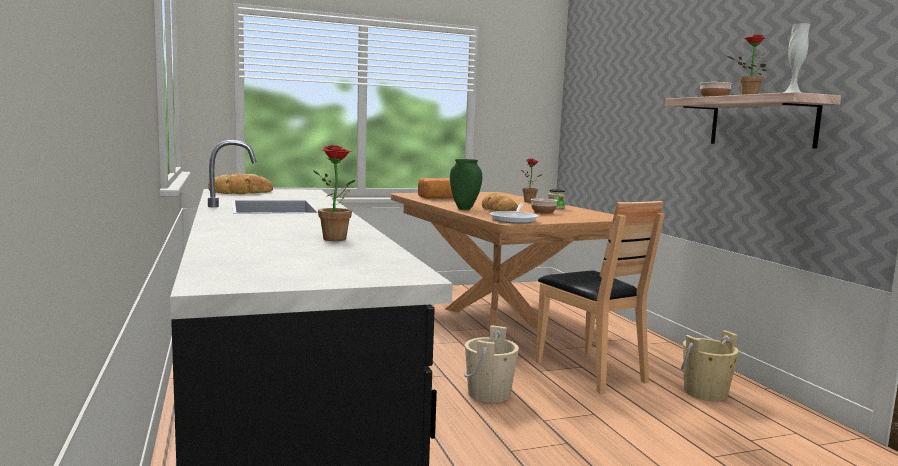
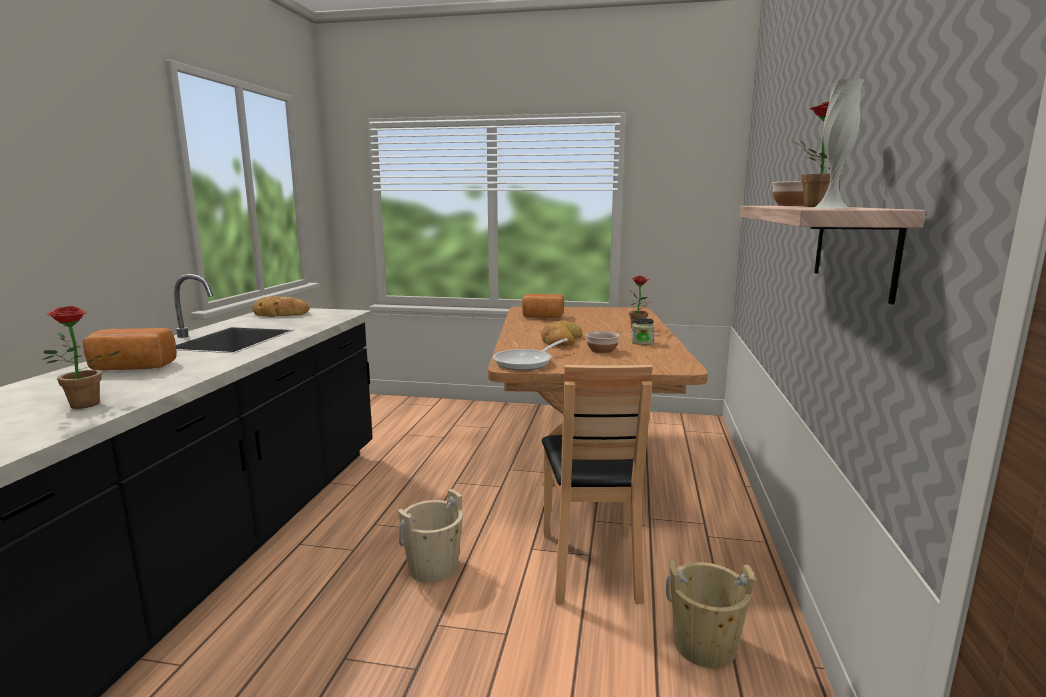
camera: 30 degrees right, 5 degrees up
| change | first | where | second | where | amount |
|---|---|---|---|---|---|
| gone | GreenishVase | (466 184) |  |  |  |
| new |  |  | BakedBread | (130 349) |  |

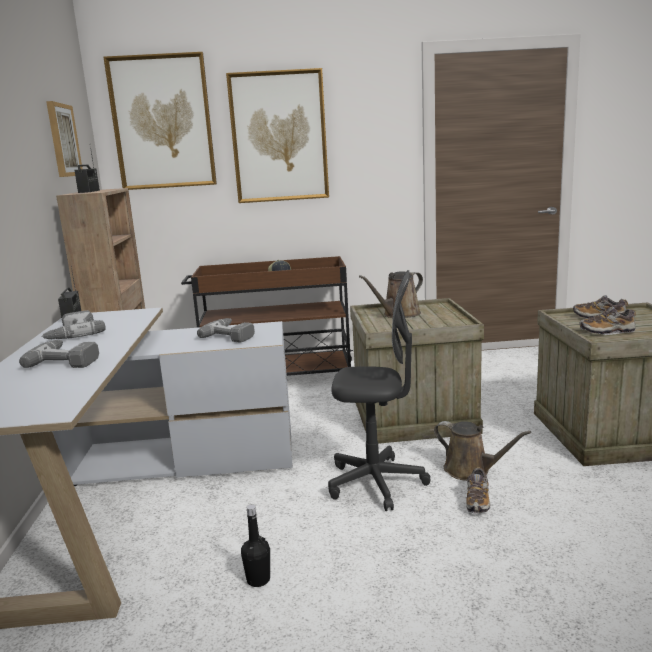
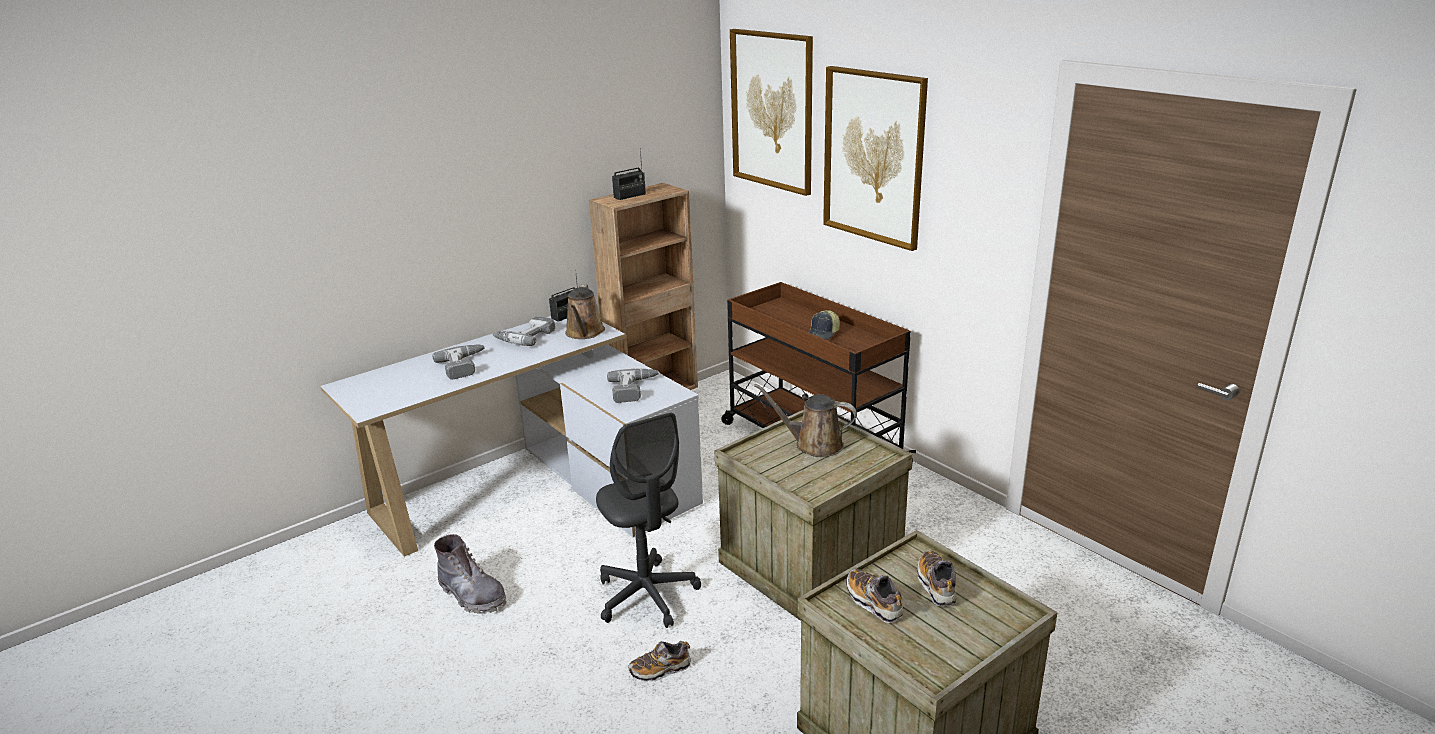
camera: 55 degrees right, 10 degrees up
| change | first | where | second | where | amount |
|---|---|---|---|---|---|
| gone | Picture | (64 139) |  |  |  |
| shifted | BrownColouredSprinklingCan | (482 451) |  | (585 311) |  |
| swapped | BlackColouredBottle | (255 545) | GreyishTallBoot | (470 574) |  |

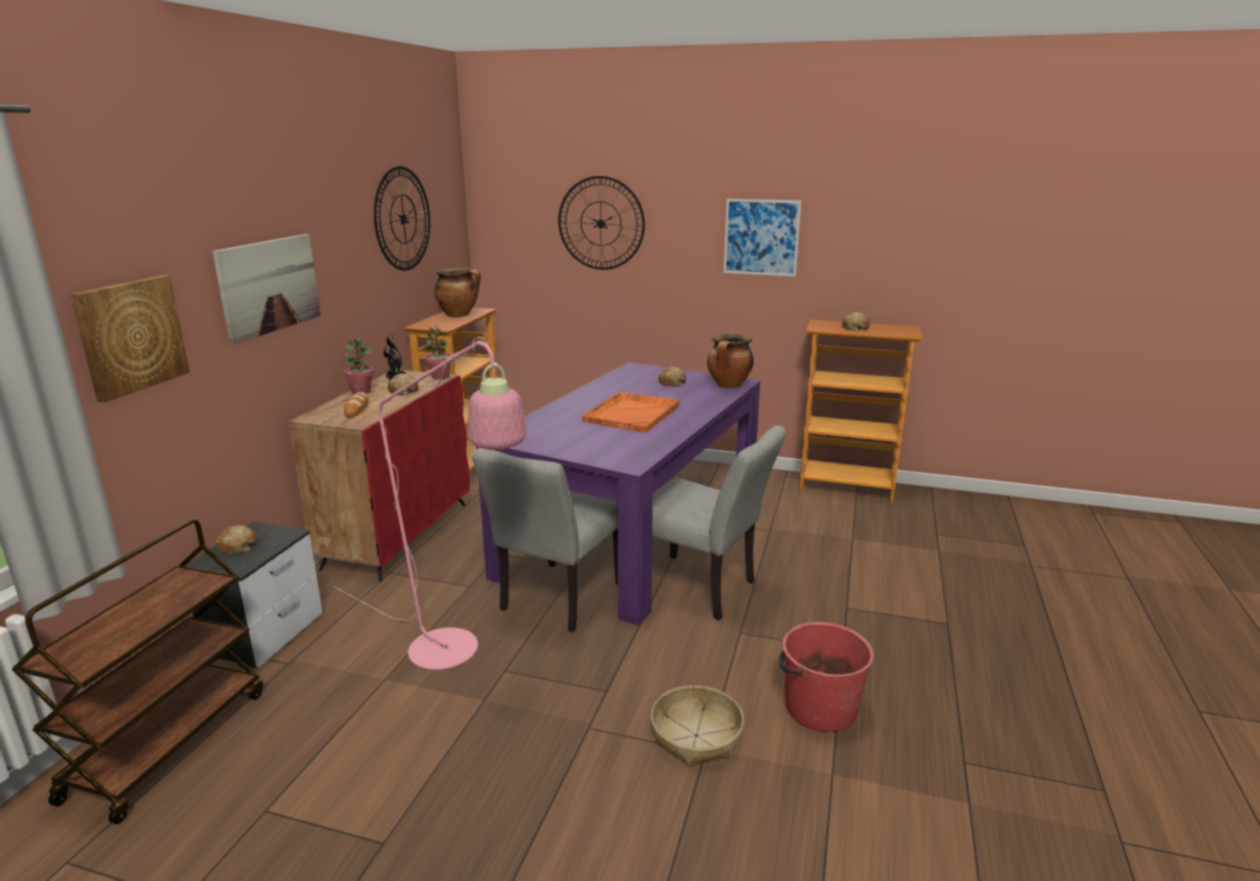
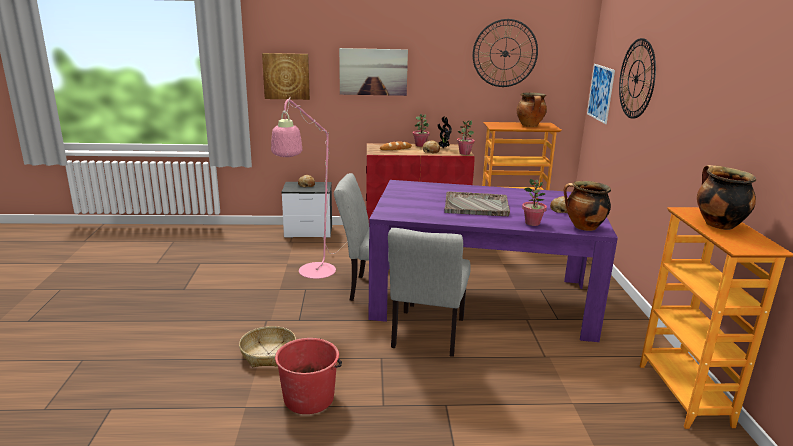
camera: 70 degrees right, 0 degrees up
| change | first | where | second | where | amount |
|---|---|---|---|---|---|
| gone | BrownColouredCart | (137 671) |  |  |  |
| new |  |  | PlantInAPot | (534 202) |  |
| shifted | Picture | (762 237) |  | (601 94) |  |
| swapped | BakedBread | (856 321) | Stockpot | (726 197) |  |
| repainted | OrangeColouredServingTray | (630 412) | GreyishServingTray | (477 204) |  |

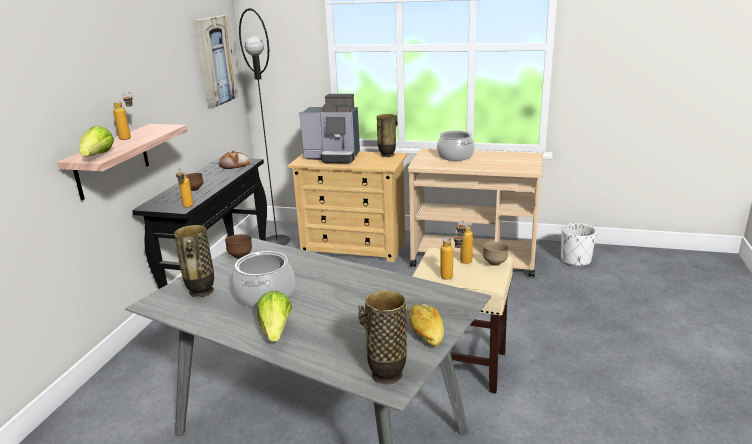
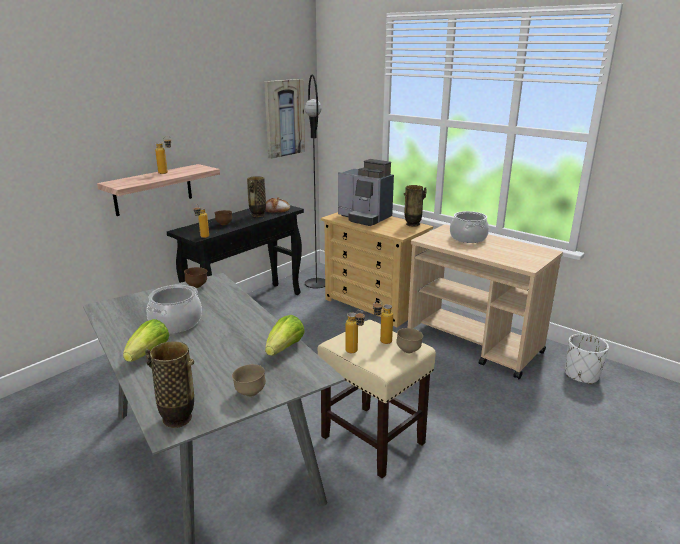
camera: 25 degrees right, 0 degrees up
| change | first | where | second | where | amount |
|---|---|---|---|---|---|
| shifted | HeadOfLettuce | (97 141) |  | (285 335) |  |
| shifted | Vase | (194 261) |  | (256 196) |  |
| swapped | BakedBread | (426 325) | BrownColouredBowl | (249 380) |  |

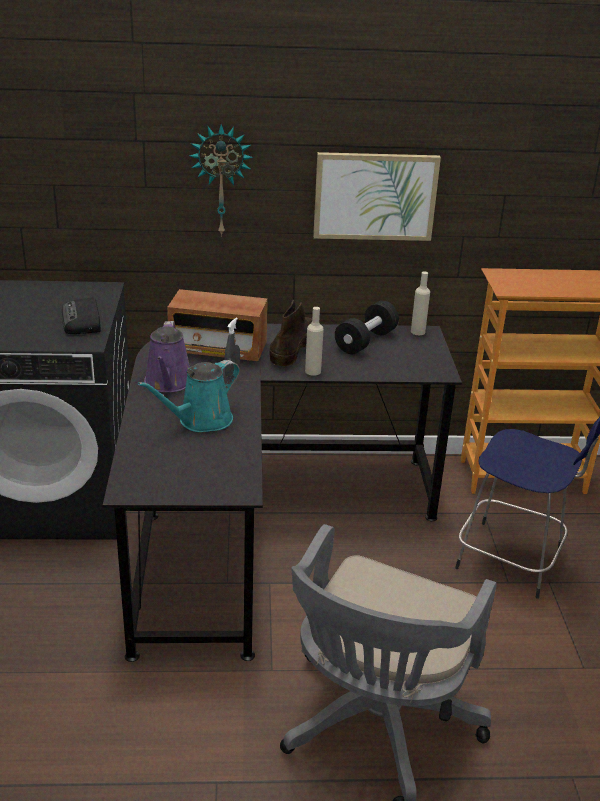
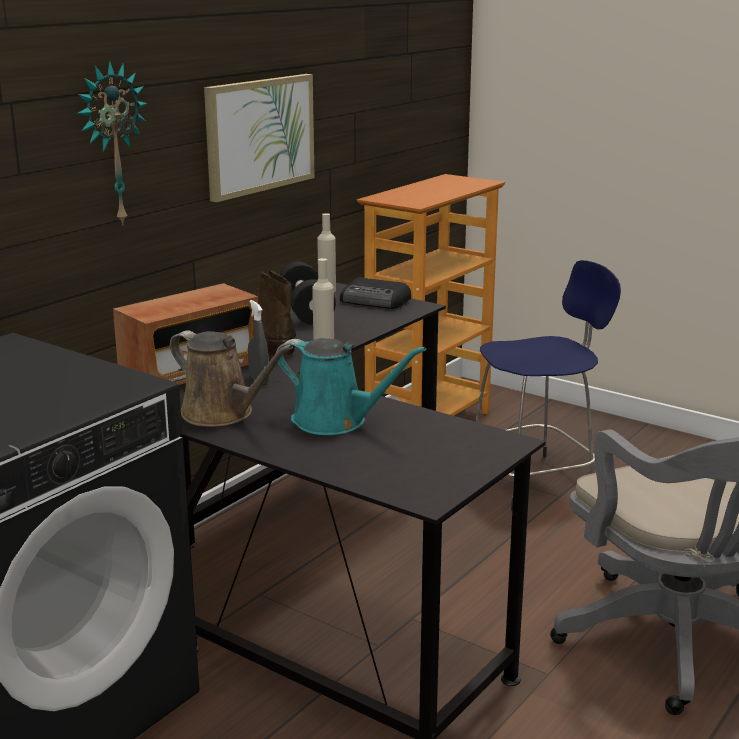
camera: 50 degrees left, 10 degrees down
| change | first | where | second | where | amount |
|---|---|---|---|---|---|
| shifted | RadioReceiver | (81 315) |  | (375 293) |  |
| repainted | PurplishSprinklingCan | (167 357) | BrownColouredSprinklingCan | (231 378) |  |
| rotated | TurquoiseColouredSprinklingCan | (189 396) |  | (351 386) | 60 degrees counterclockwise |

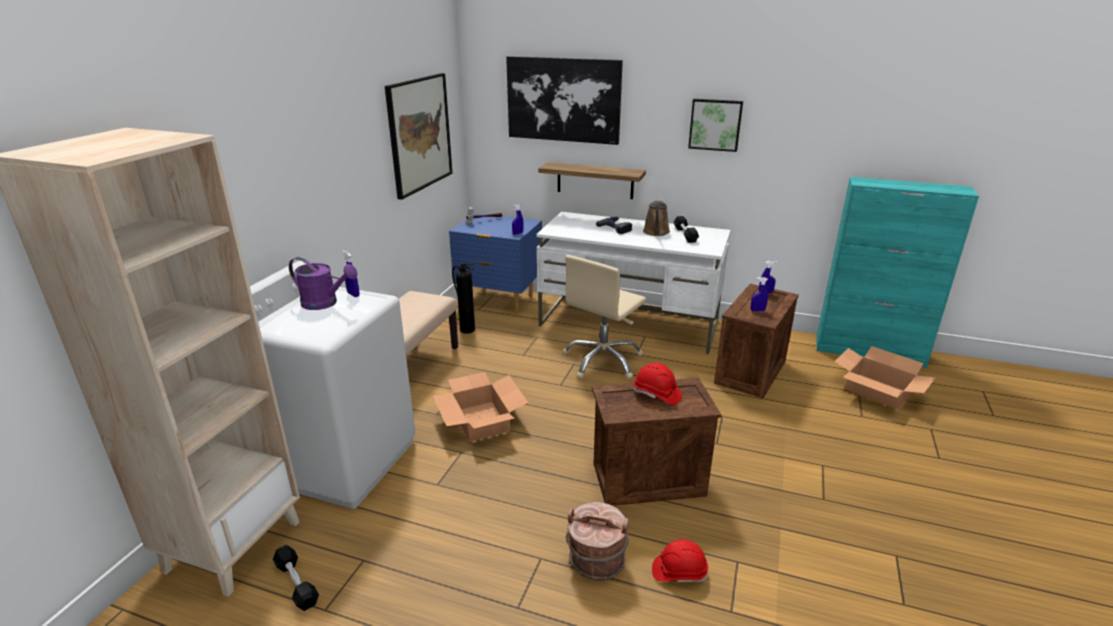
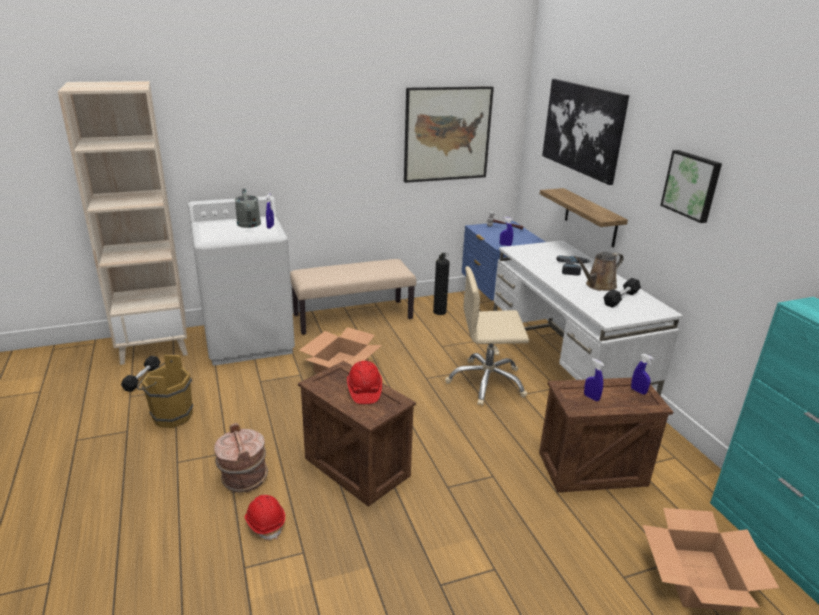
camera: 50 degrees right, 0 degrees up
| change | first | where | second | where | amount |
|---|---|---|---|---|---|
| new |  |  | BrownColouredBucket | (165 391) |  |
| repainted | PurplishSprinklingCan | (323 283) | GreyishSprinklingCan | (247 208) |  |

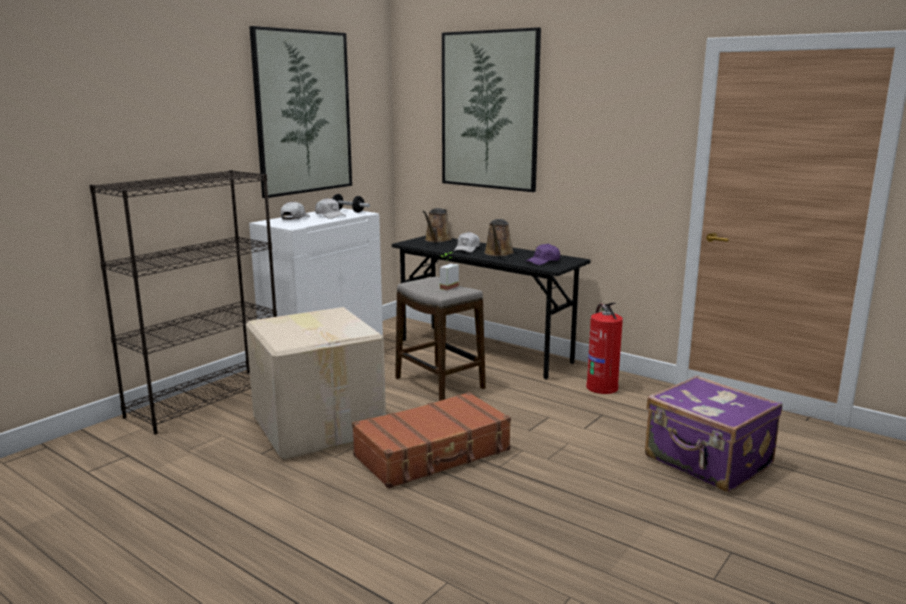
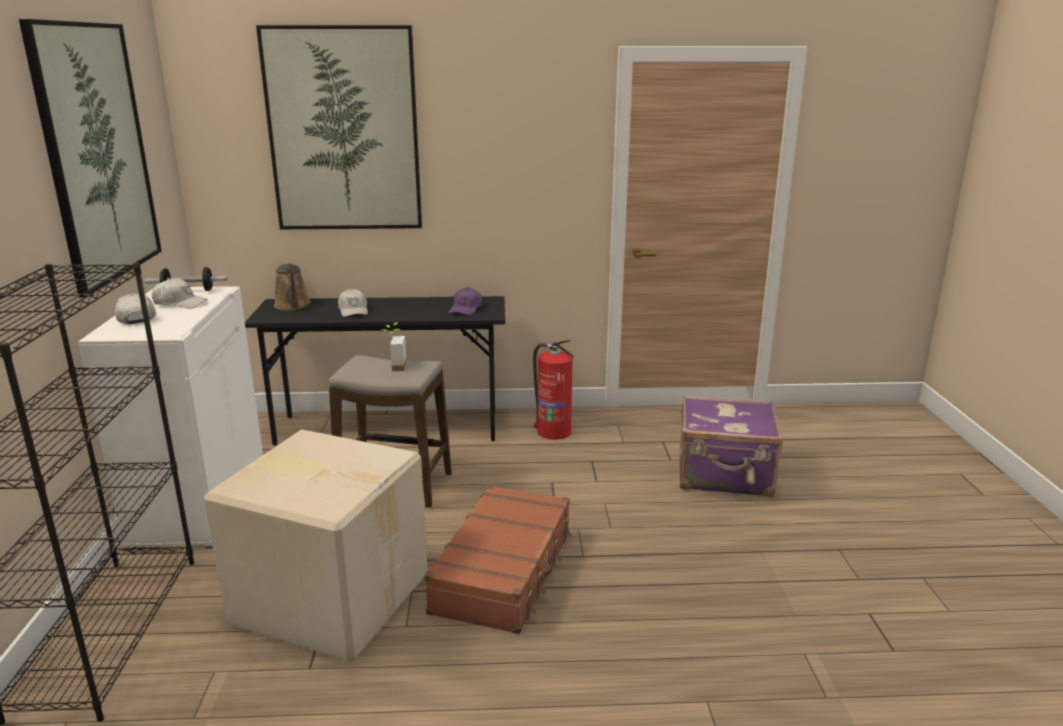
camera: 40 degrees left, 5 degrees up
| change | first | where | second | where | amount |
|---|---|---|---|---|---|
| gone | BrownColouredSprinklingCan | (499 237) |  |  |  |

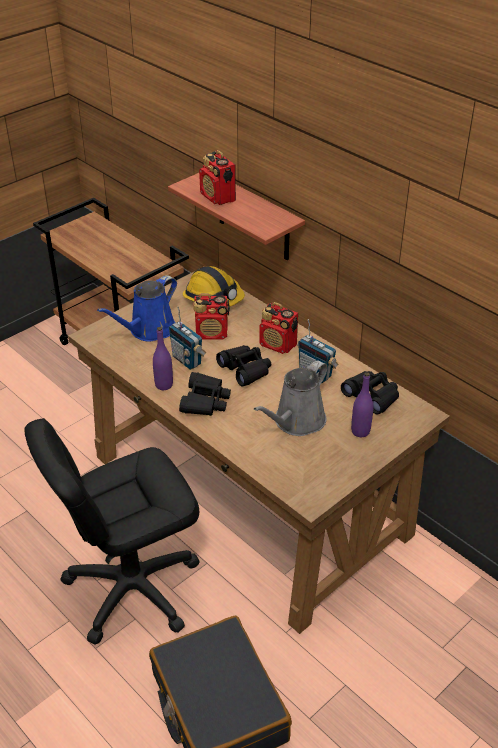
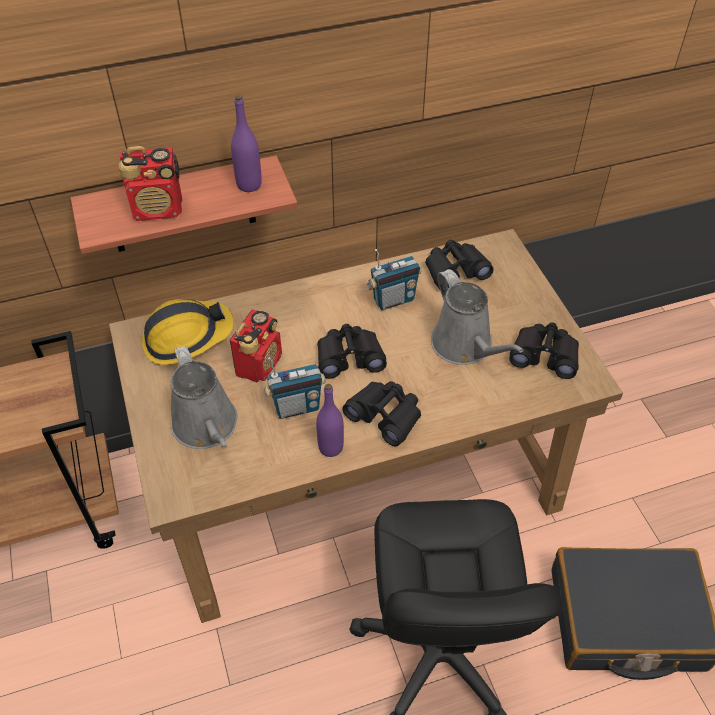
camera: 65 degrees left, 10 degrees up
| change | first | where | second | where | amount |
|---|---|---|---|---|---|
| gone | RadioReceiver | (278 328) |  |  |  |
| new |  |  | BlackColouredBinoculars | (544 351) |  |
| shifted | PurplishBottle | (362 404) |  | (246 143) |  |
| repainted | BlueColouredSprinklingCan | (137 308) | GreyishSprinklingCan | (204 397) |  |

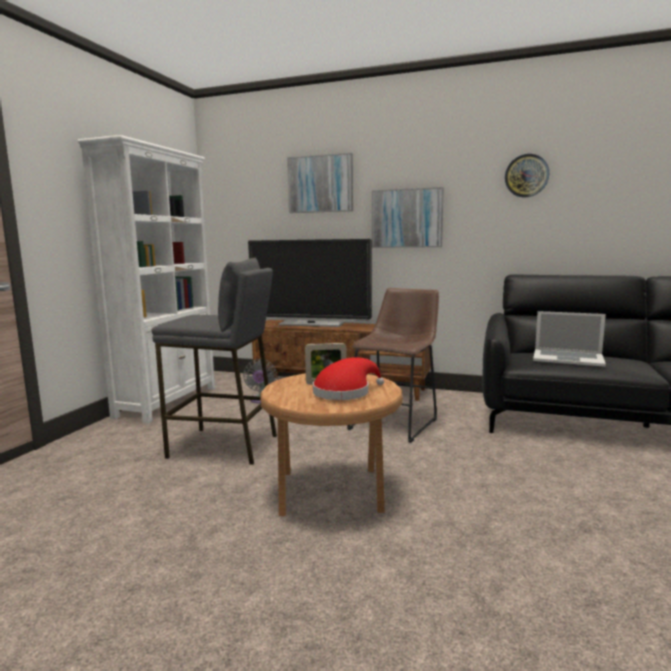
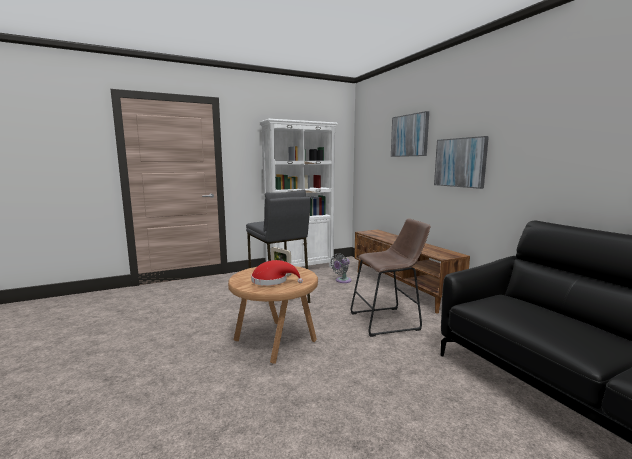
camera: 45 degrees right, 0 degrees up
| change | first | where | second | where | amount |
|---|---|---|---|---|---|
| gone | Television | (310 283) |  |  |  |
| gone | HangingClock | (527 175) |  |  |  |
| gone | PortableComputer | (569 339) |  |  |  |

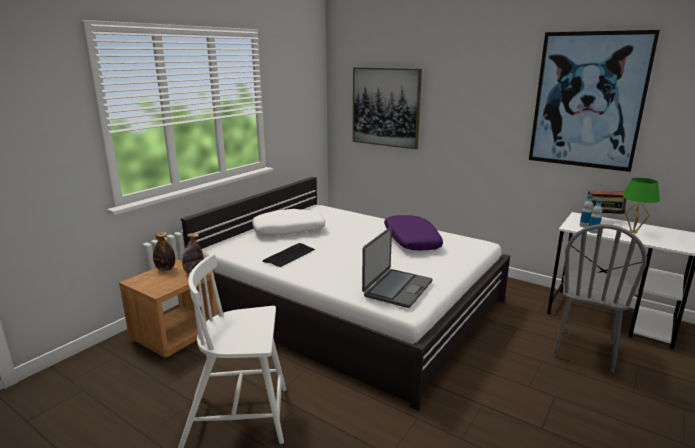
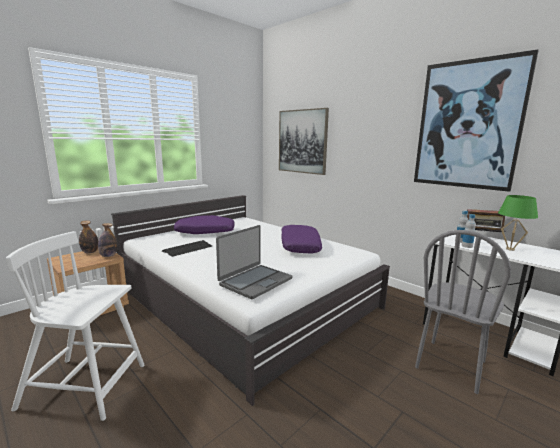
camera: 10 degrees right, 5 degrees down
| change | first | where | second | where | amount |
|---|---|---|---|---|---|
| repainted | WhitishPillow | (288 222) | PurplishPillow | (204 224) |  |

